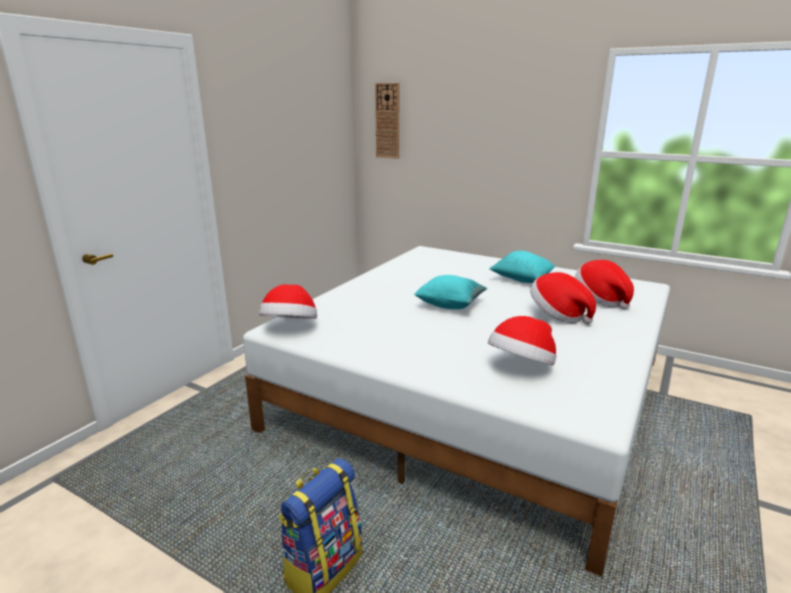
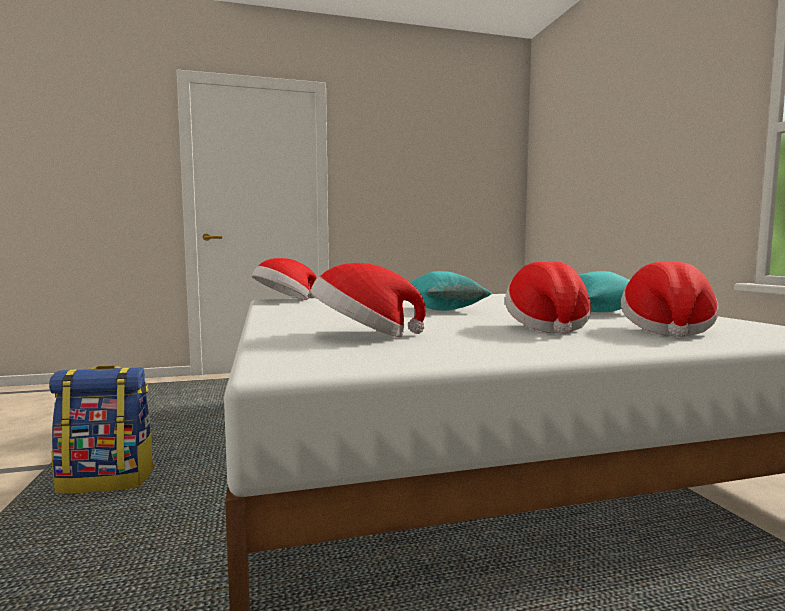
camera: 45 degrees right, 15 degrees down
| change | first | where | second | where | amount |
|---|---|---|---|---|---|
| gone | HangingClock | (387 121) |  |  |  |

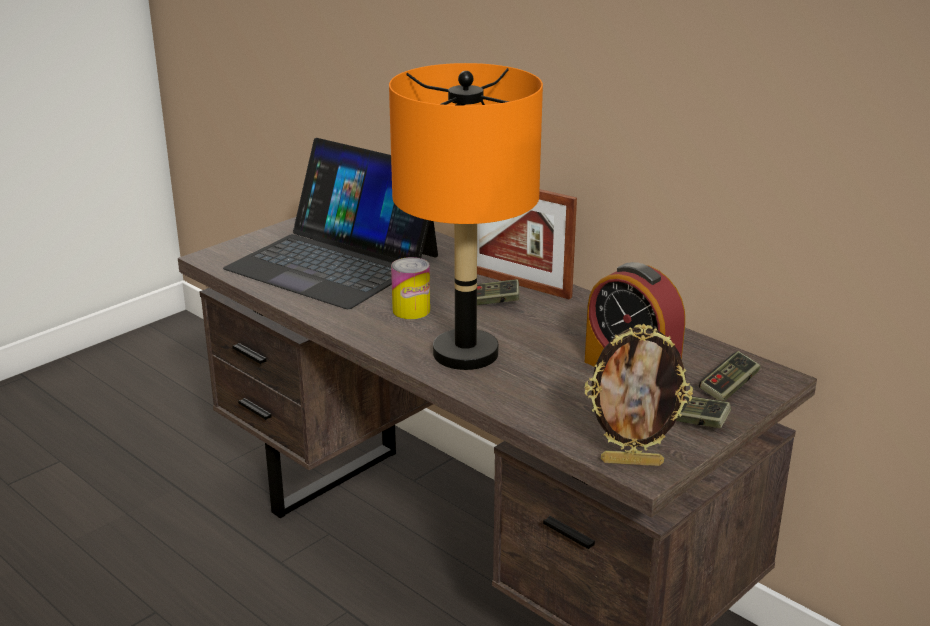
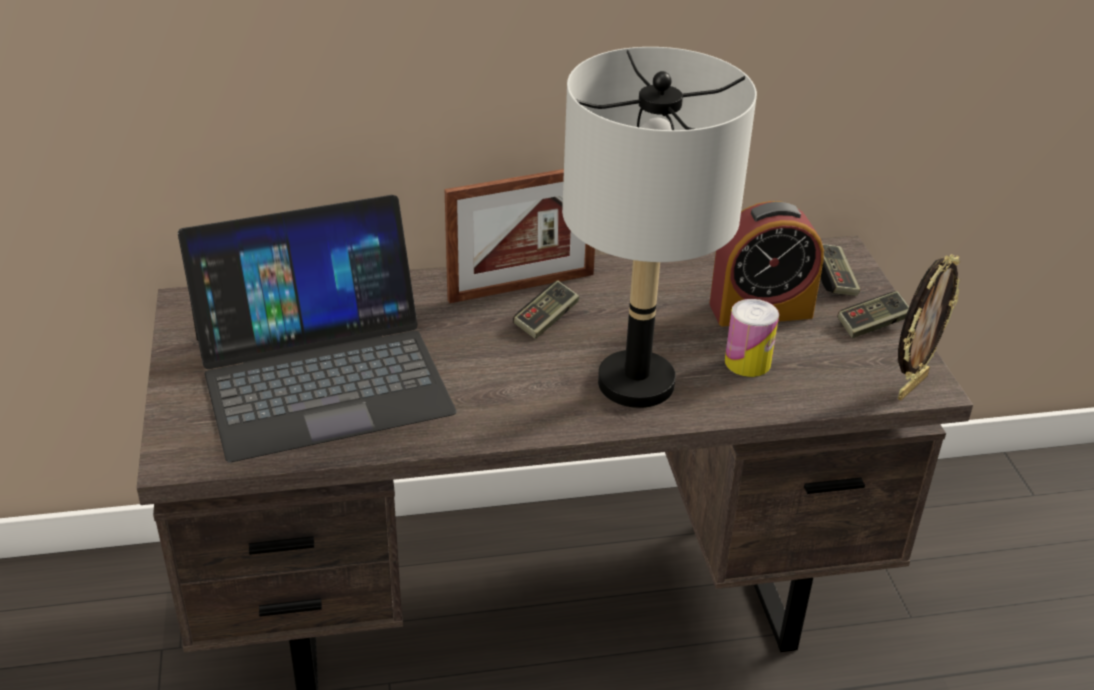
camera: 55 degrees left, 10 degrees up
| change | first | where | second | where | amount |
|---|---|---|---|---|---|
| shifted | Can | (410 288) |  | (752 338) |  |
| repainted | OrangeColouredTableLamp | (466 216) | GreyishTableLamp | (659 227) |  |

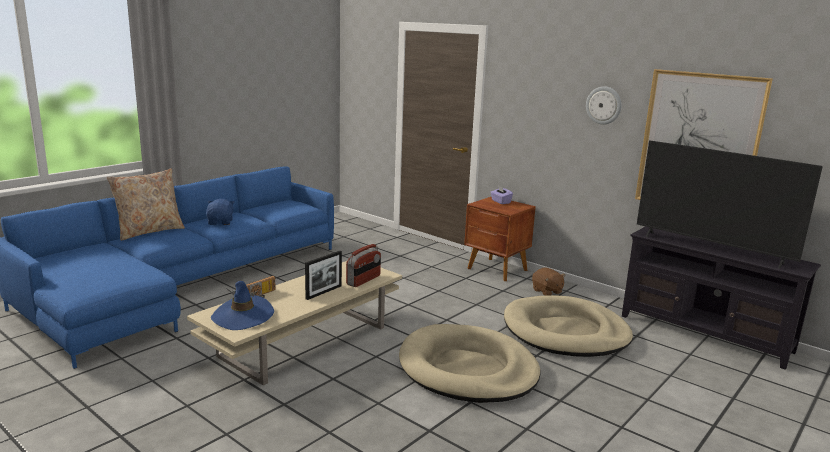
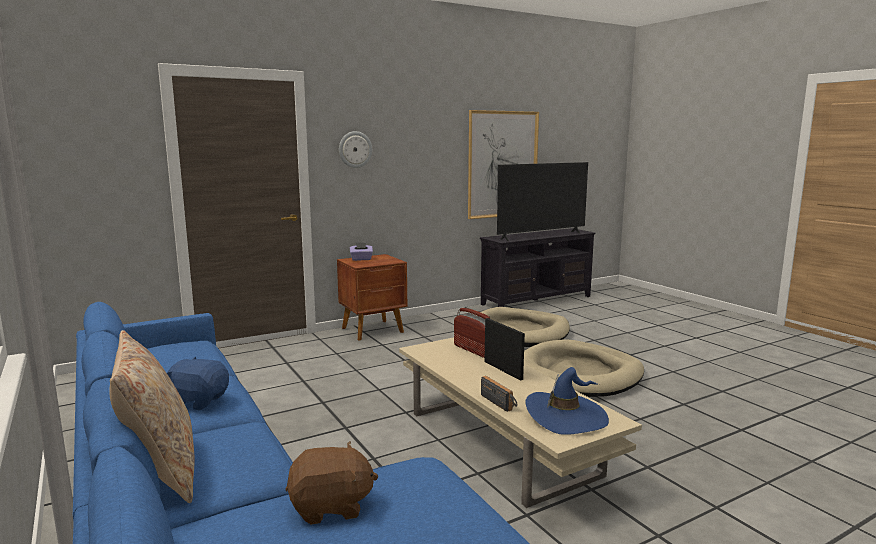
camera: 70 degrees left, 5 degrees down
| change | first | where | second | where | amount |
|---|---|---|---|---|---|
| shifted | BrownColouredSoftToy | (548 282) |  | (332 483) |  |
| shifted | HangingClock | (604 105) |  | (355 149) |  |

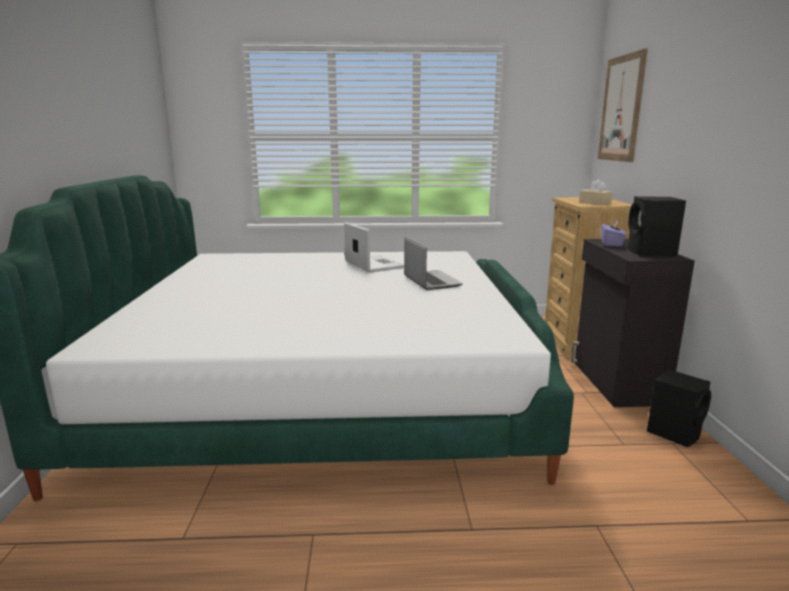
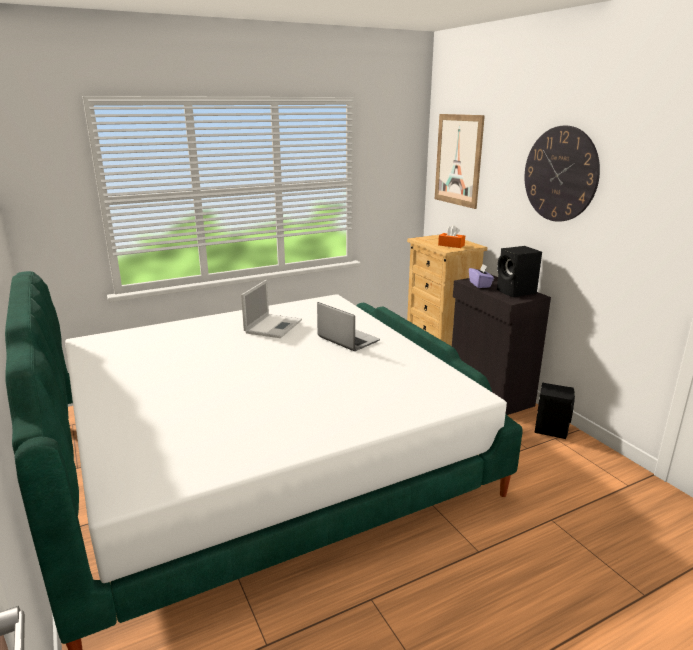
camera: 25 degrees left, 5 degrees up
| change | first | where | second | where | amount |
|---|---|---|---|---|---|
| new |  |  | HangingClock | (562 174) |  |
| repainted | BeigeColouredTissueHolder | (596 192) | OrangeColouredTissueHolder | (451 236) |  |
| rotated | PortableComputer | (374 247) |  | (271 309) | 75 degrees clockwise |

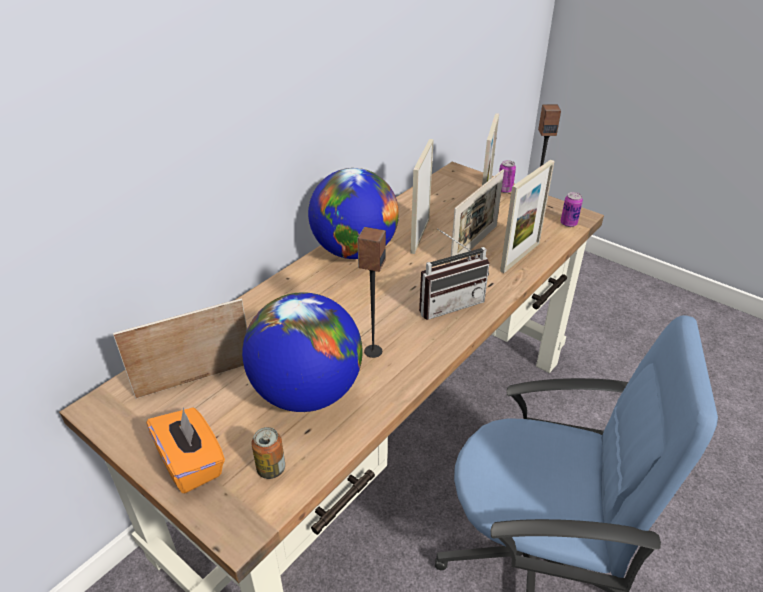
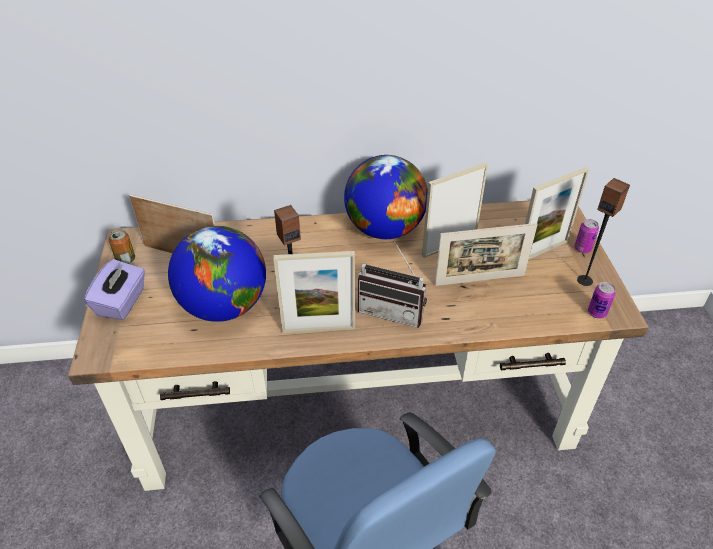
camera: 45 degrees right, 5 degrees up
| change | first | where | second | where | amount |
|---|---|---|---|---|---|
| shifted | Can | (268 453) |  | (122 246) |  |
| shifted | PhotoFrame | (527 216) |  | (314 292) |  |
| repainted | OrangeColouredTissueHolder | (185 450) | PurplishTissueHolder | (114 289) |  |

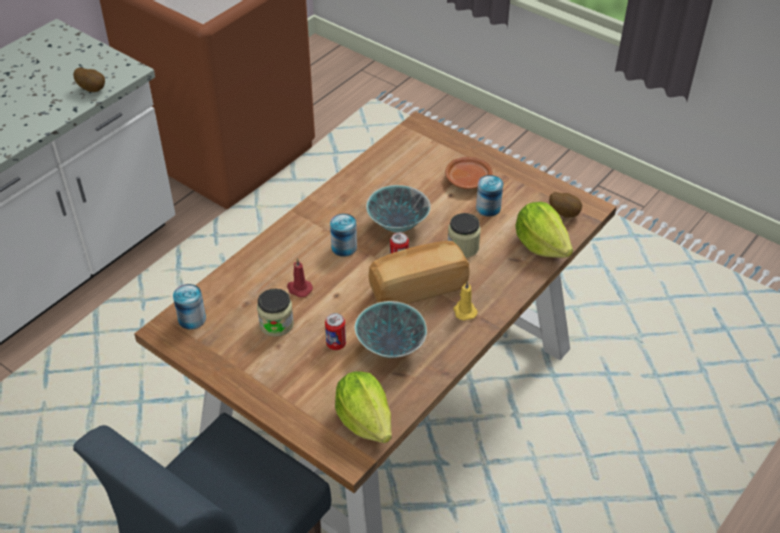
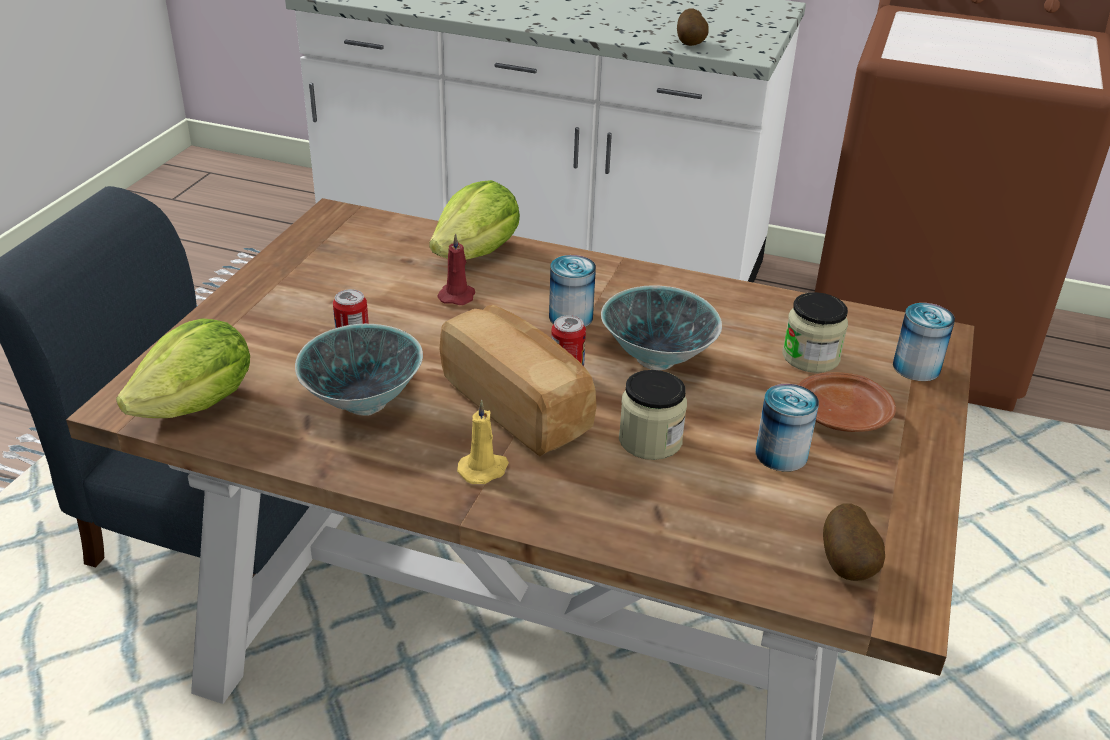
camera: 70 degrees right, 10 degrees down
| change | first | where | second | where | amount |
|---|---|---|---|---|---|
| shifted | Can | (189 307) |  | (924 342) |  |
| shifted | StorageJar | (275 313) |  | (815 332) |  |
| shifted | HeadOfLettuce | (544 230) |  | (474 220) |  |

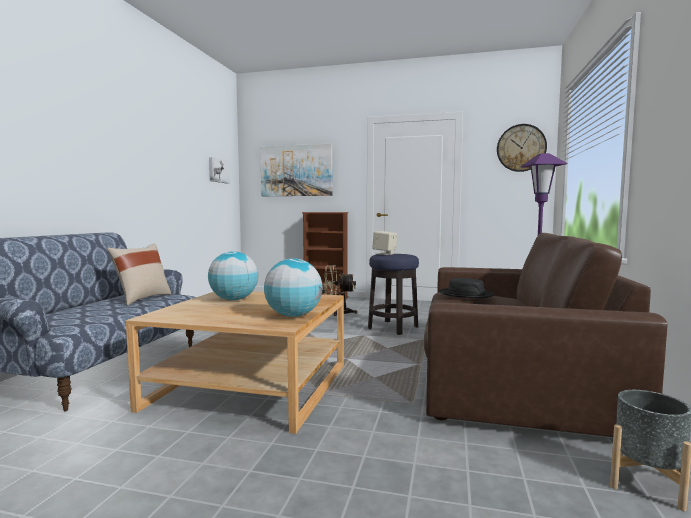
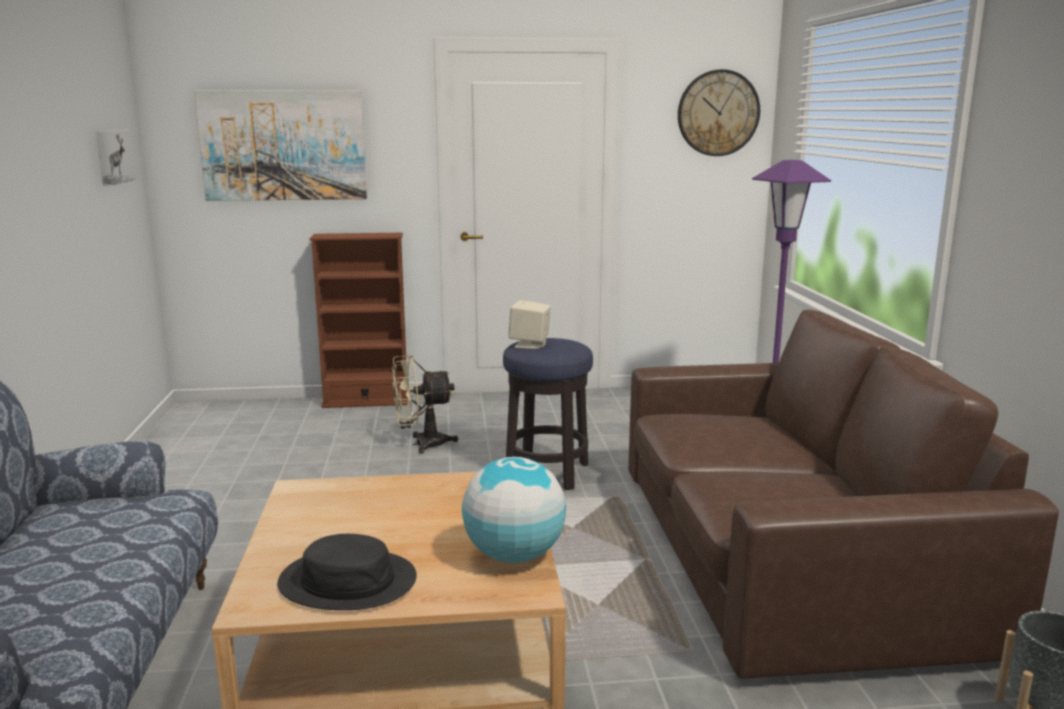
camera: 20 degrees left, 10 degrees up
| change | first | where | second | where | amount |
|---|---|---|---|---|---|
| gone | BeigeColouredPillow | (139 274) |  |  |  |
| gone | Globe | (233 275) |  |  |  |
| shifted | BlackColouredHat | (467 288) |  | (347 572) |  |

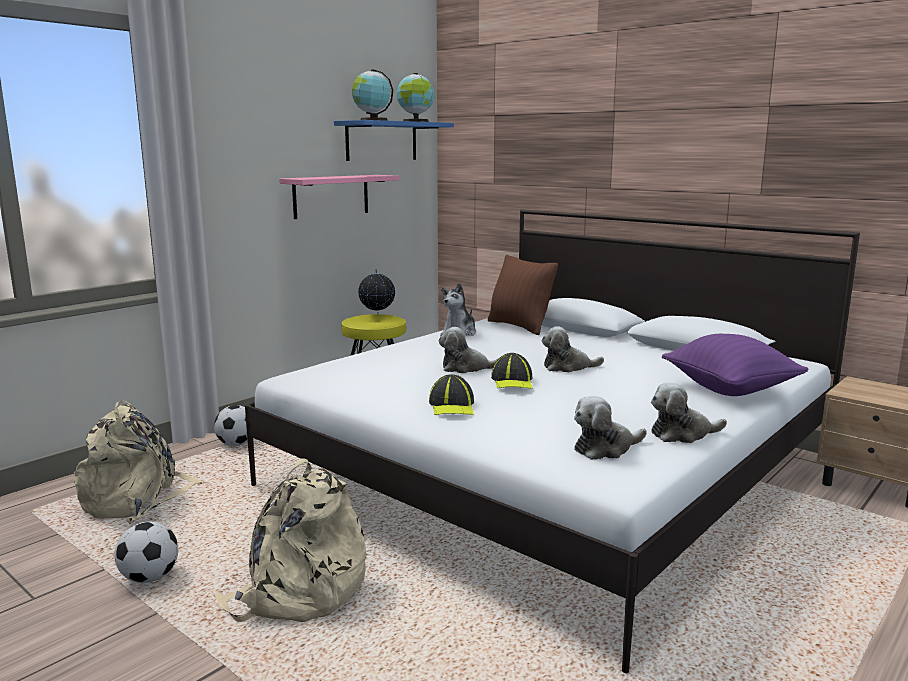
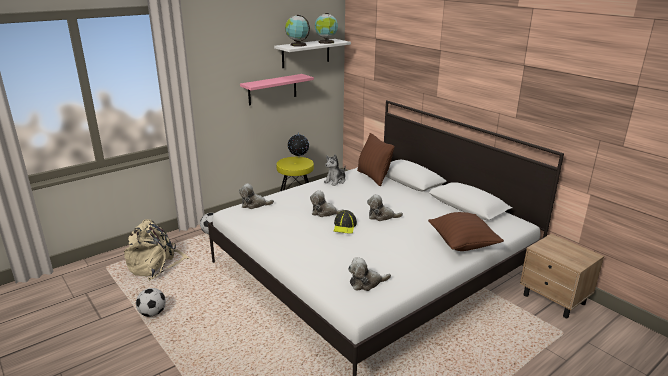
camera: 10 degrees right, 10 degrees up
| change | first | where | second | where | amount |
|---|---|---|---|---|---|
| gone | BeigeColouredBackpack | (290 540) |  |  |  |
| gone | PeakedCap | (451 394) |  |  |  |
| shifted | SoftToy | (689 412) |  | (256 196) |  |
| repainted | BlueColouredWallShelf | (394 140) | WhitishWallShelf | (312 53) |  |
| repainted | PurplishPillow | (735 365) | BrownColouredPillow | (466 231) |  |

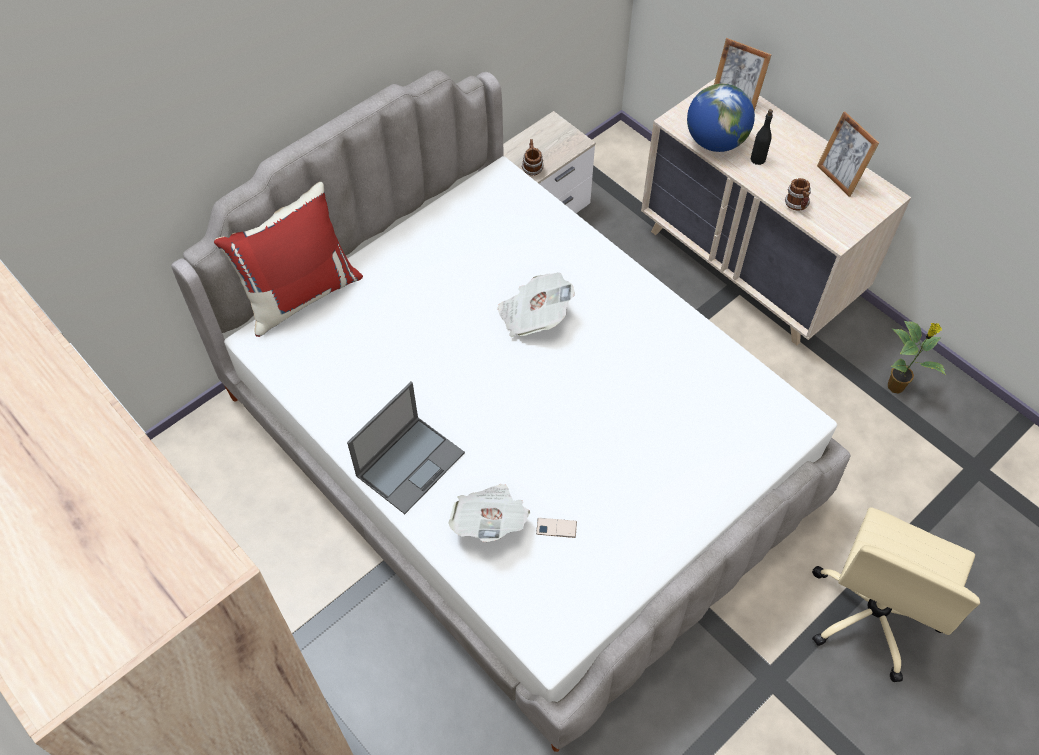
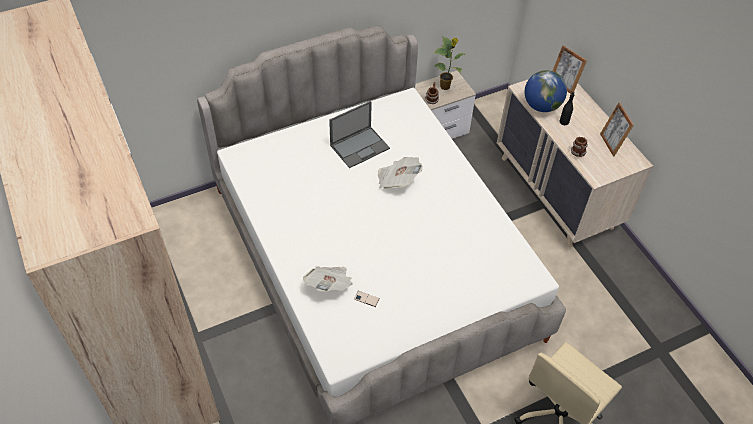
camera: 15 degrees right, 5 degrees down
| change | first | where | second | where | amount |
|---|---|---|---|---|---|
| gone | RedColouredPillow | (288 259) |  |  |  |
| shifted | PortableComputer | (406 448) |  | (359 134) |  |
| shifted | PlantInAPot | (917 357) |  | (449 63) |  |

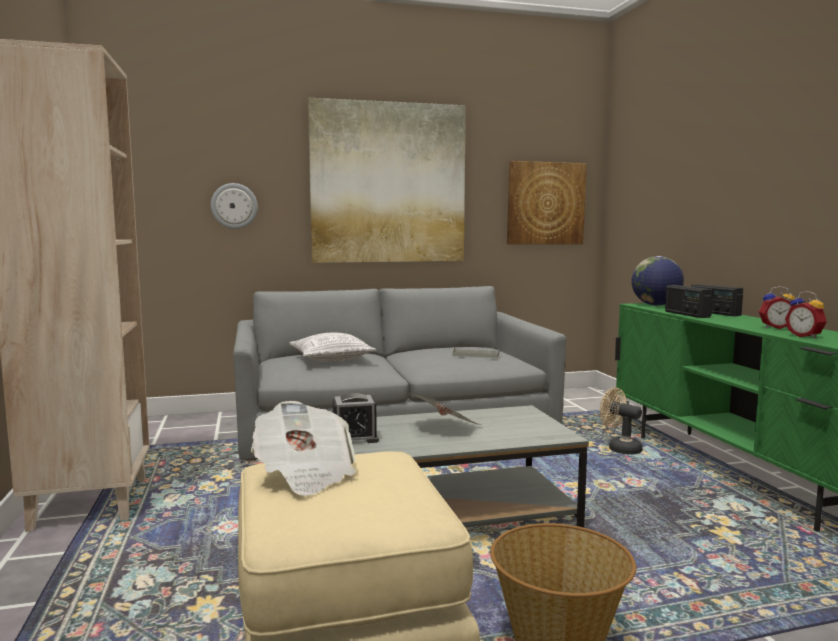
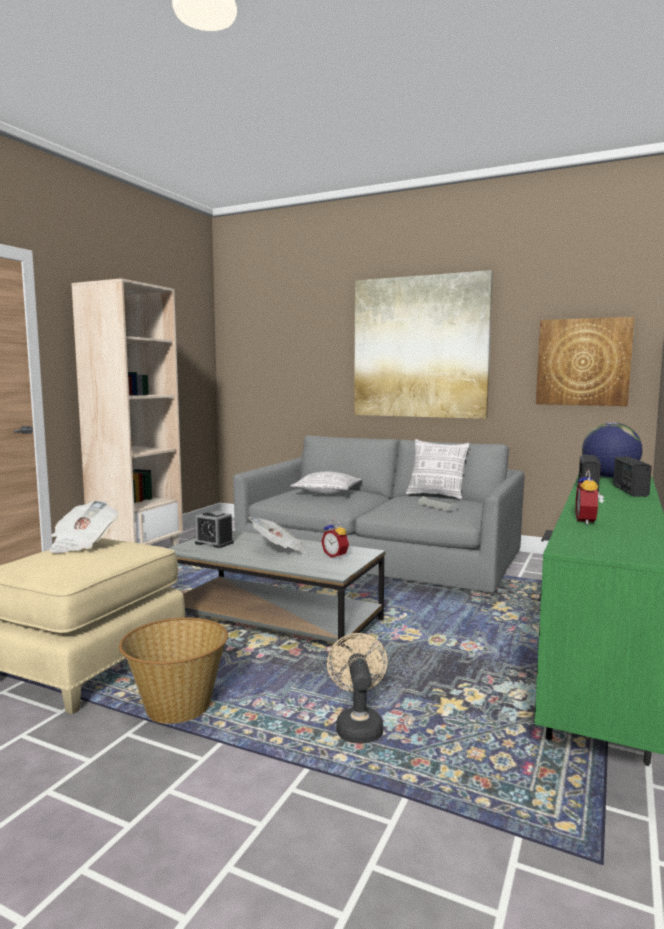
camera: 40 degrees right, 0 degrees up
| change | first | where | second | where | amount |
|---|---|---|---|---|---|
| gone | HangingClock | (234 206) |  |  |  |
| new |  |  | Pillow | (437 469) |  |
| shifted | BeigeColouredElectricFan | (621 421) |  | (357 688) |  |
| shifted | AlarmClock | (777 307) |  | (335 539) |  |

